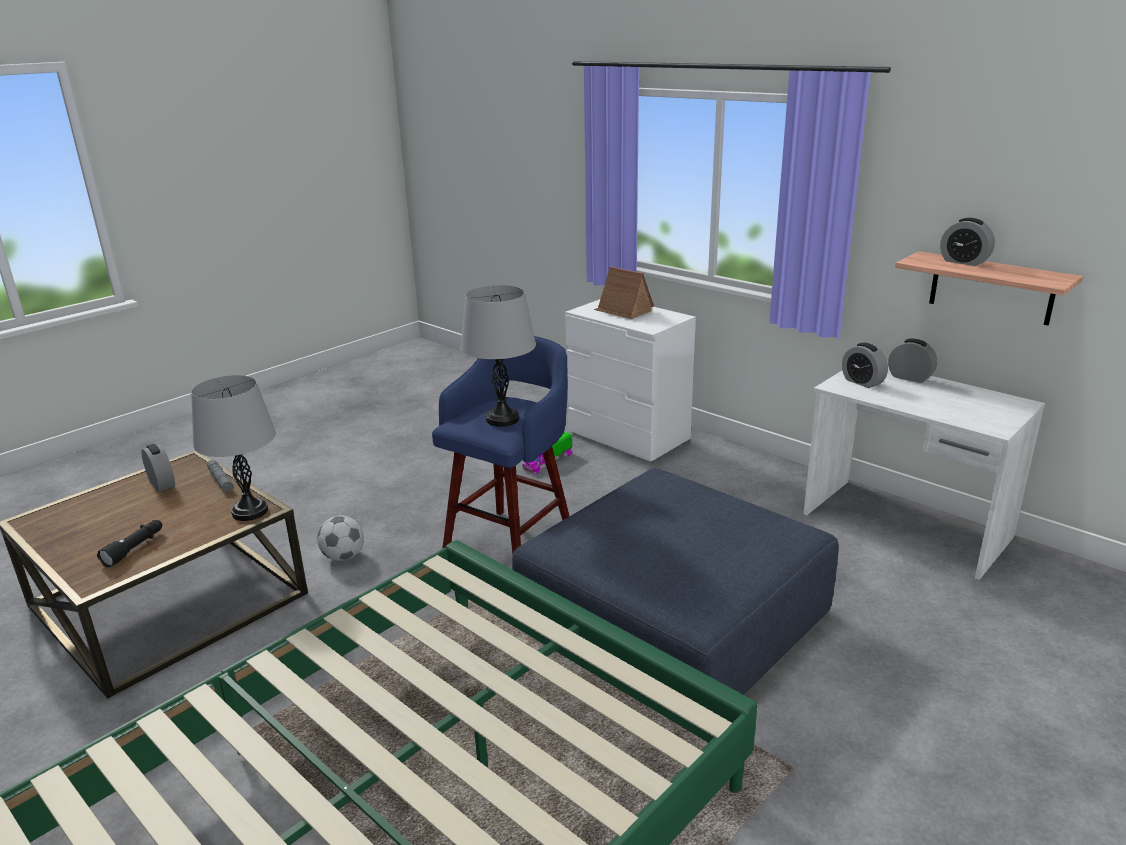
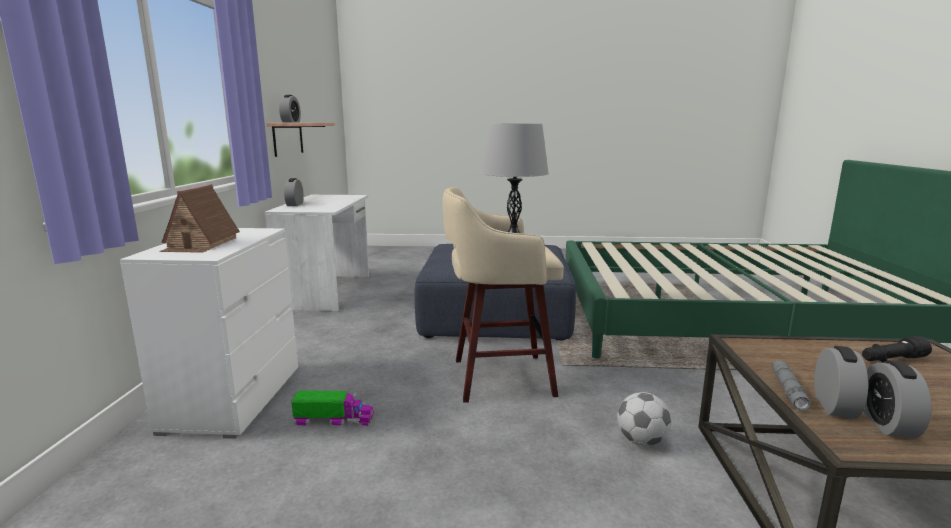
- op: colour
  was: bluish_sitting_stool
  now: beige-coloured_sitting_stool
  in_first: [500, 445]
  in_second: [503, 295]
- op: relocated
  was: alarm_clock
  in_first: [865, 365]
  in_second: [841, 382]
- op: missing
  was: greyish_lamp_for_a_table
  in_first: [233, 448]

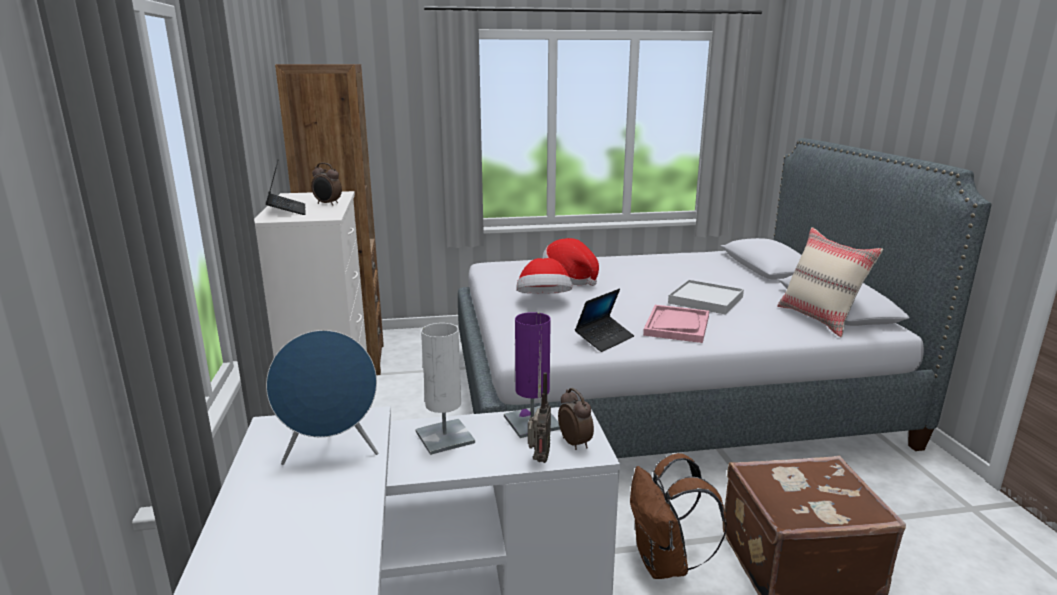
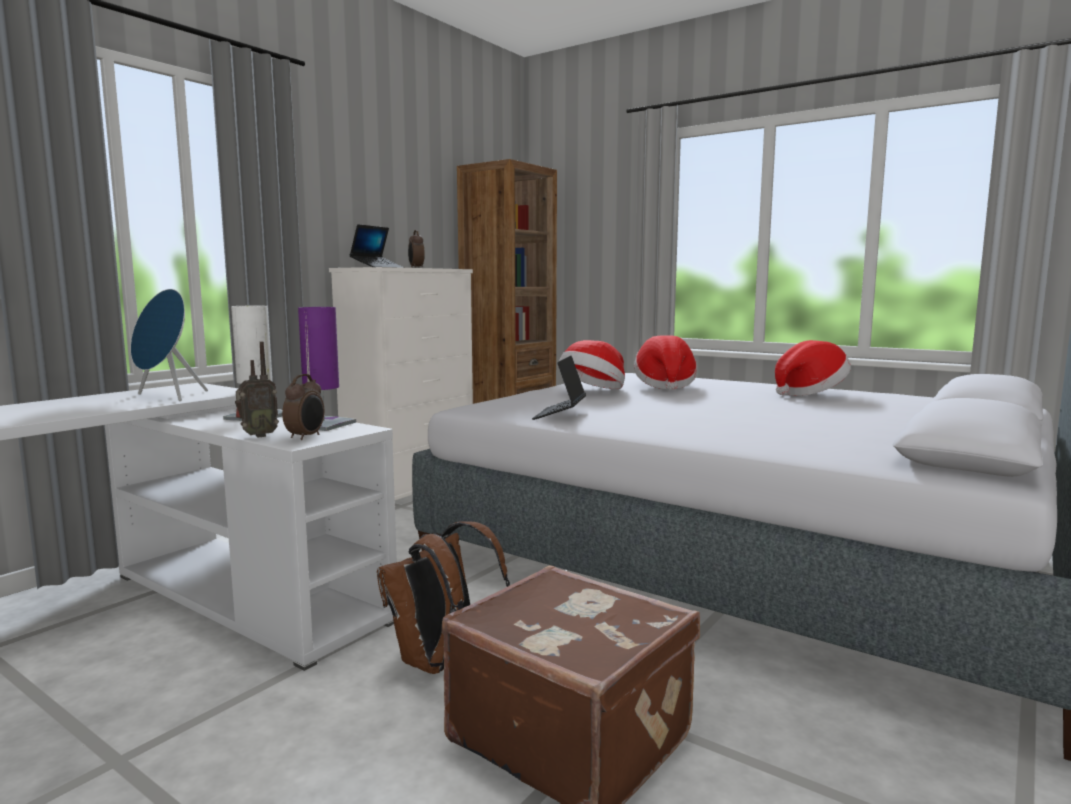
- op: spun
  was: laptop
  in_first: [604, 320]
  in_second: [559, 387]
  clockwise: 105
- op: appeared
  now: wearable_hat
  in_second: [813, 368]
- op: missing
  was: pink_serving_tray
  in_first: [676, 324]
- op: missing
  was: whitish_serving_tray
  in_first: [706, 297]
- op: missing
  was: beige-coloured_throw_pillow
  in_first: [830, 282]

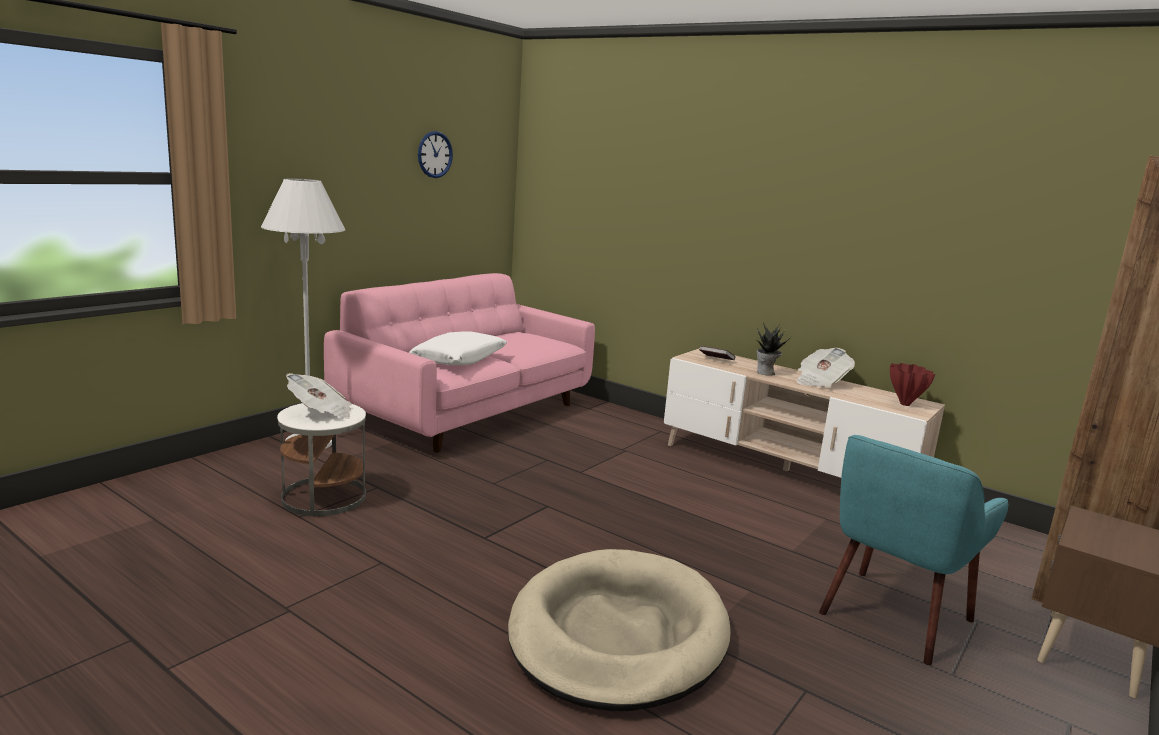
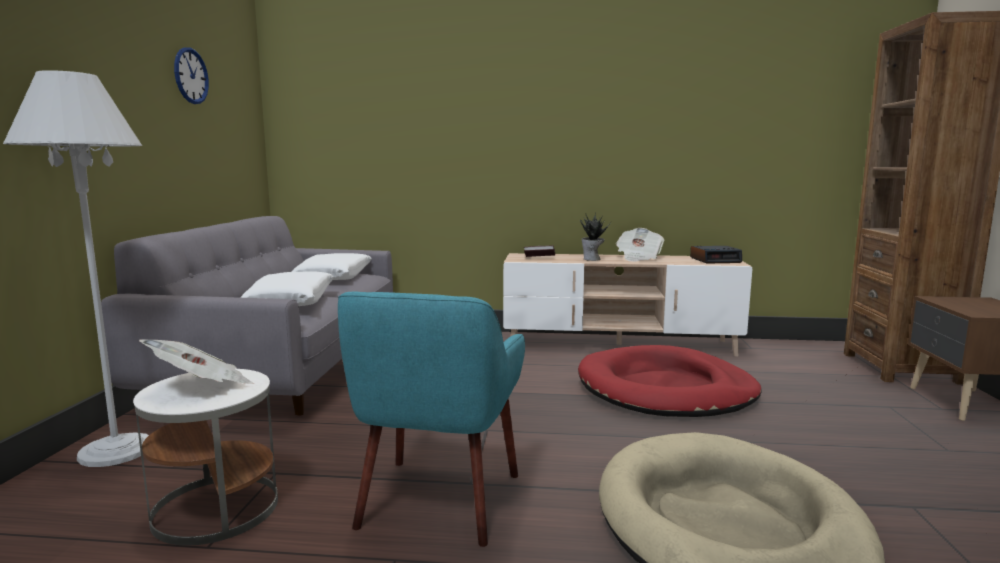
- op: colour
  was: pink_couch
  now: greyish_couch
  in_first: [459, 363]
  in_second: [247, 316]
- op: appeared
  now: whitish_throw_pillow
  in_second: [332, 266]
- op: relocated
  was: blue-green_armchair
  in_first: [913, 550]
  in_second: [431, 419]
- op: appeared
  now: red_pet_bed
  in_second: [670, 381]
- op: exchanged
  was: red_flower_vase
  now: alarm_clock
  in_first: [912, 384]
  in_second: [716, 255]

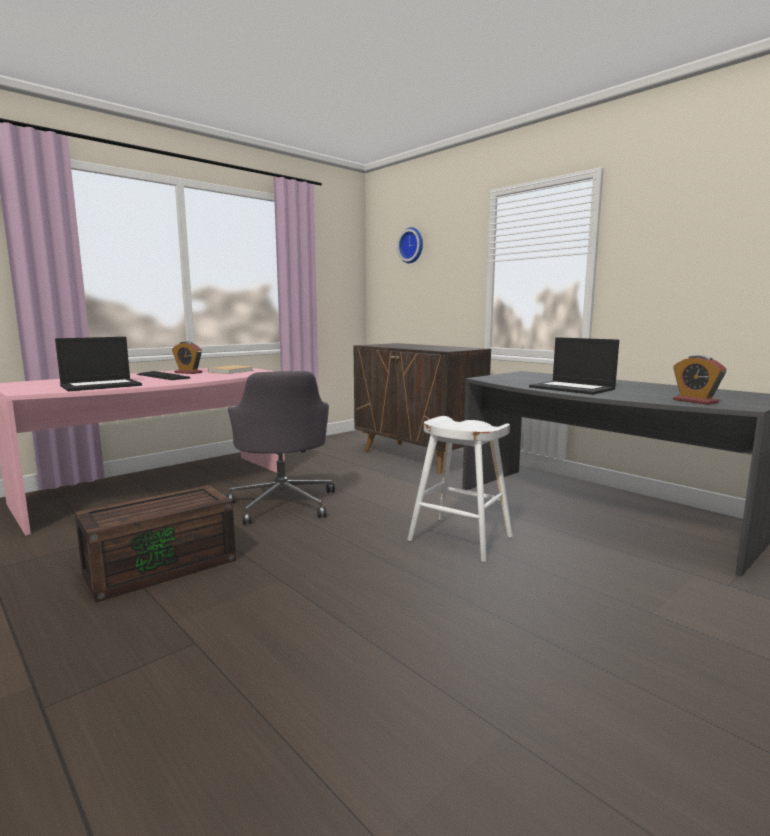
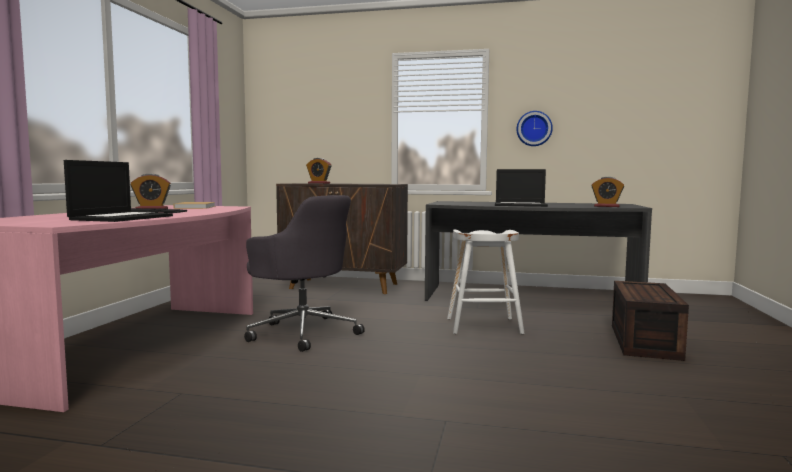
- op: appeared
  now: alarm_clock
  in_second: [318, 171]
- op: relocated
  was: hanging_clock
  in_first: [410, 245]
  in_second: [534, 128]
- op: relocated
  was: brownish_storage_container
  in_first: [155, 543]
  in_second: [650, 321]

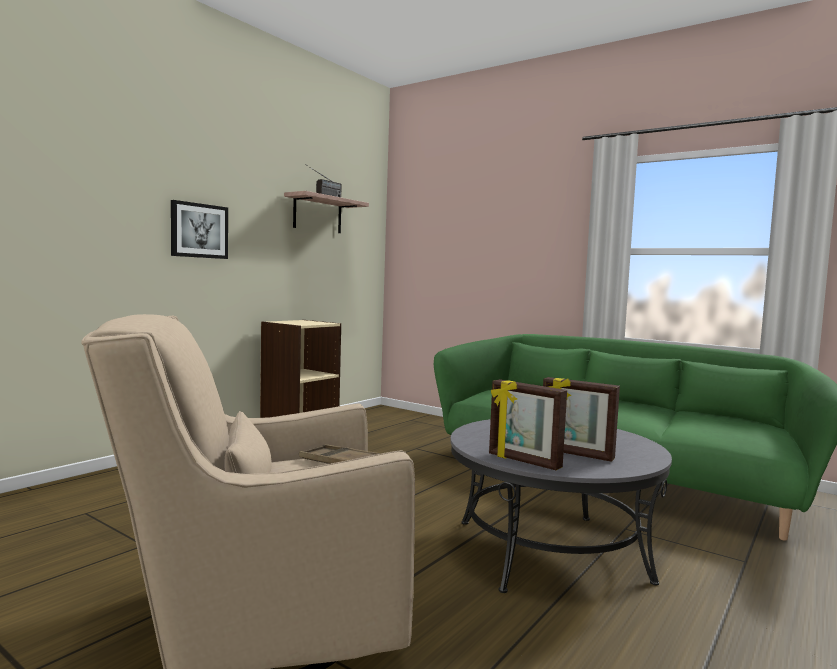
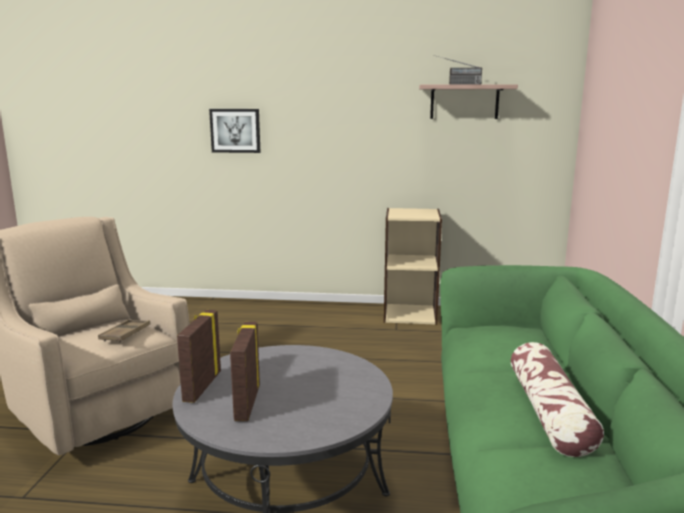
- op: relocated
  was: wall_picture
  in_first: [199, 229]
  in_second: [235, 131]
- op: appeared
  now: throw_pillow
  in_second: [557, 399]

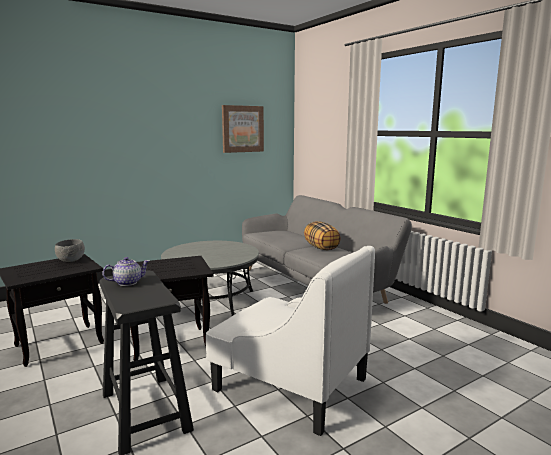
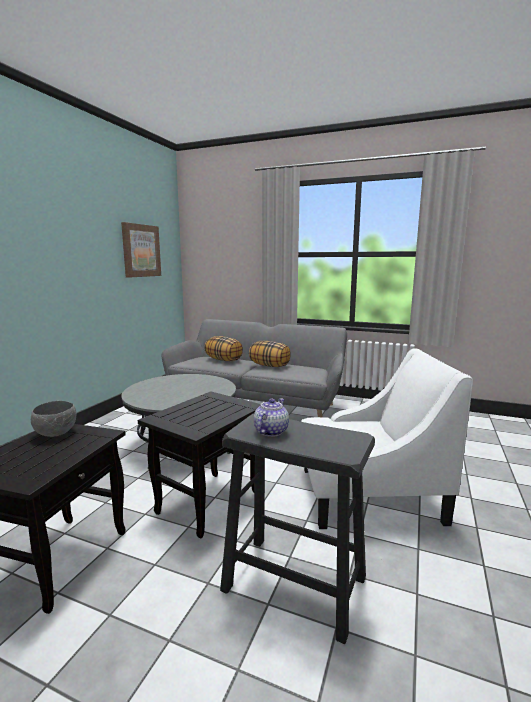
- op: appeared
  now: throw_pillow
  in_second: [223, 348]

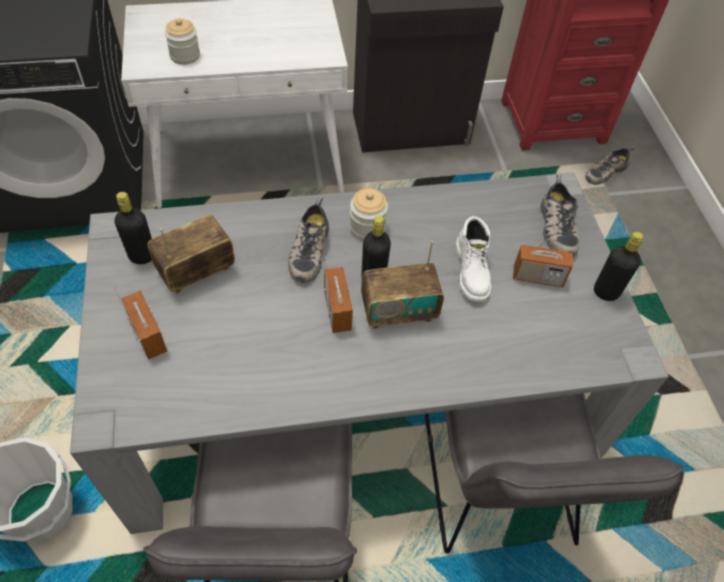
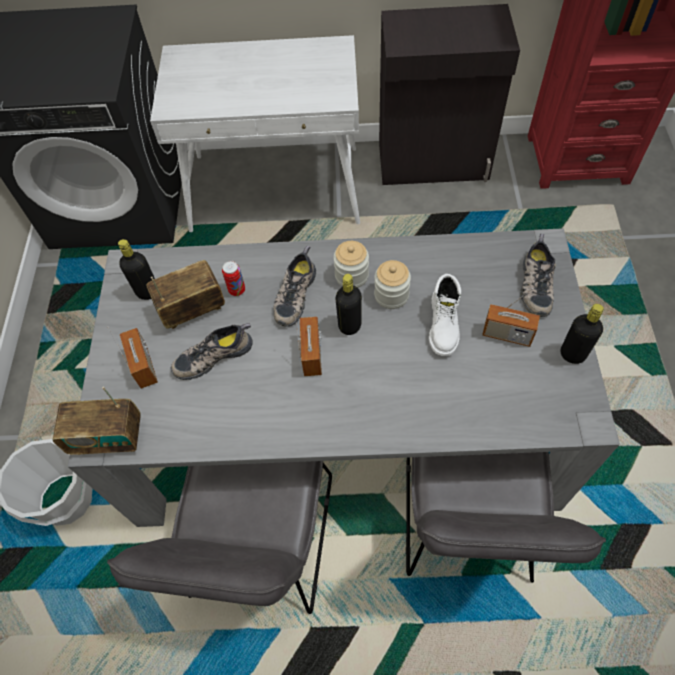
- op: relocated
  was: radio_set
  in_first: [402, 285]
  in_second: [97, 421]
- op: relocated
  was: item_of_footwear
  in_first: [609, 166]
  in_second: [211, 351]
- op: appeared
  now: metal_can
  in_second: [233, 278]
- op: relocated
  was: storage_jar
  in_first: [182, 41]
  in_second: [392, 284]

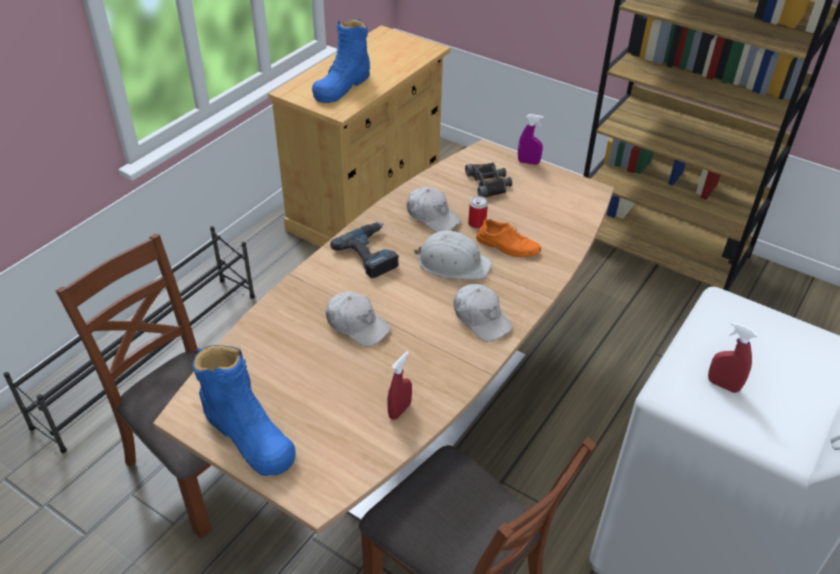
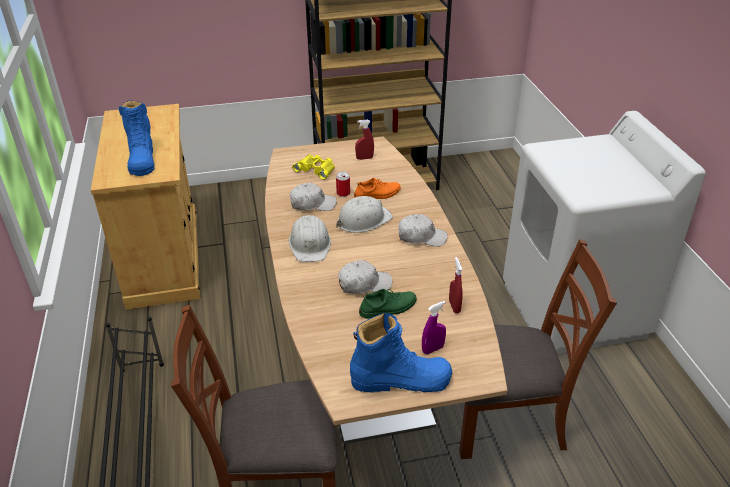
- op: exchanged
  was: power_drill
  now: whitish_hard_hat
  in_first: [364, 250]
  in_second: [310, 238]
- op: colour
  was: blackish_binoculars
  now: yellow-coloured_binoculars
  in_first: [488, 180]
  in_second: [313, 167]
- op: relocated
  was: red_sprayer
  in_first: [732, 357]
  in_second: [364, 140]
- op: appeared
  now: green-coloured_item_of_footwear
  in_second: [388, 304]
- op: relocated
  was: purple-coloured_sprayer
  in_first: [531, 139]
  in_second: [434, 327]

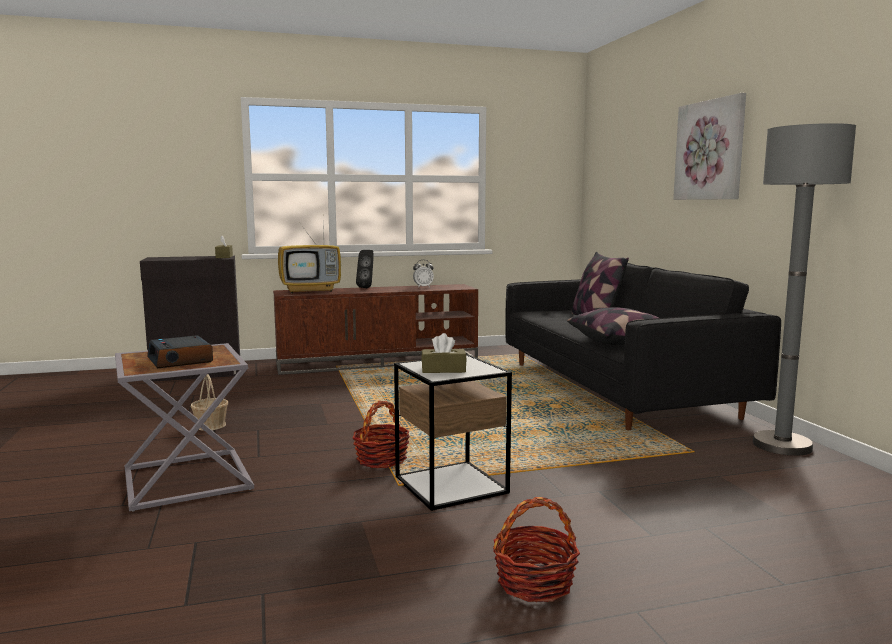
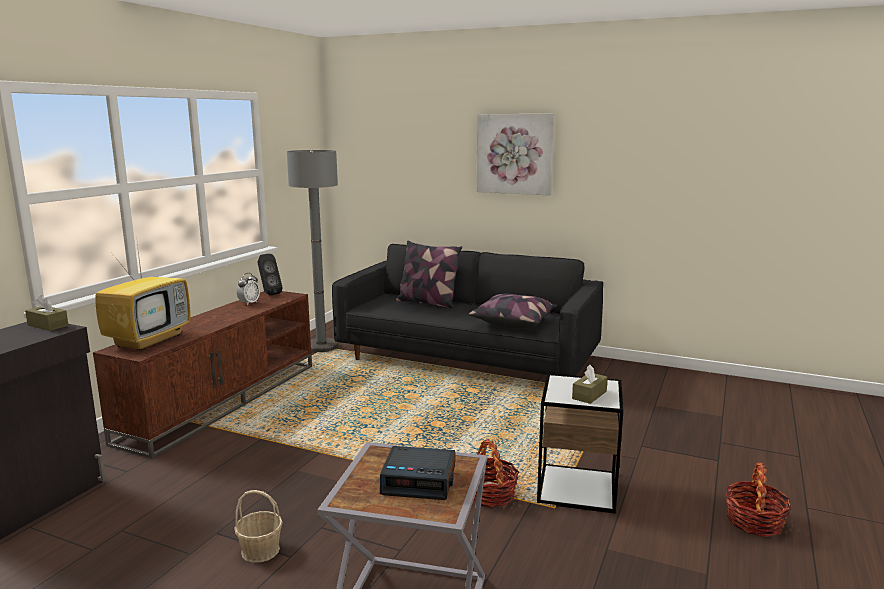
- op: relocated
  was: blackish_audio_speaker
  in_first: [365, 269]
  in_second: [270, 274]
- op: relocated
  was: greyish_standing_lamp
  in_first: [804, 289]
  in_second: [313, 251]

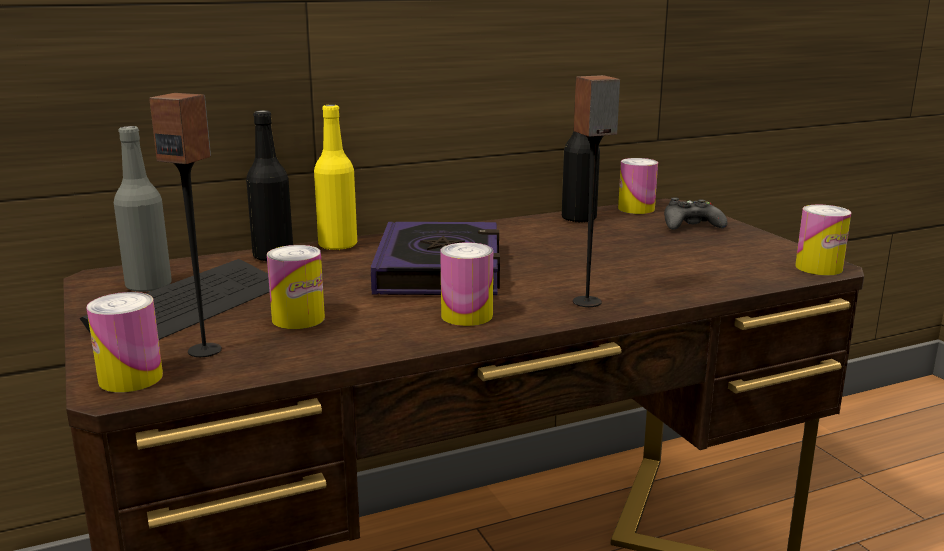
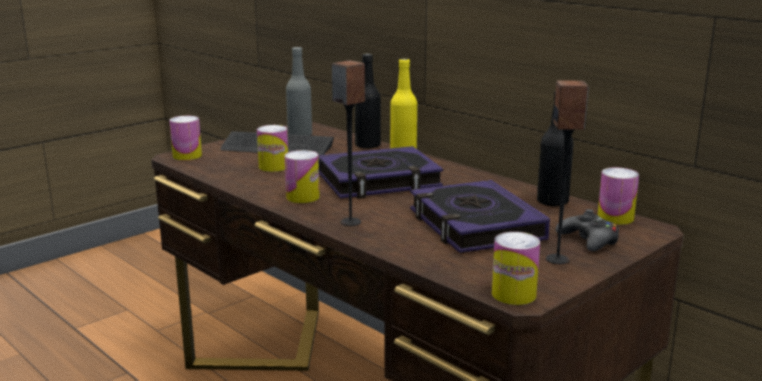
- op: appeared
  now: book
  in_second: [480, 216]
- op: relocated
  was: audio_speaker
  in_first: [185, 225]
  in_second: [567, 172]

